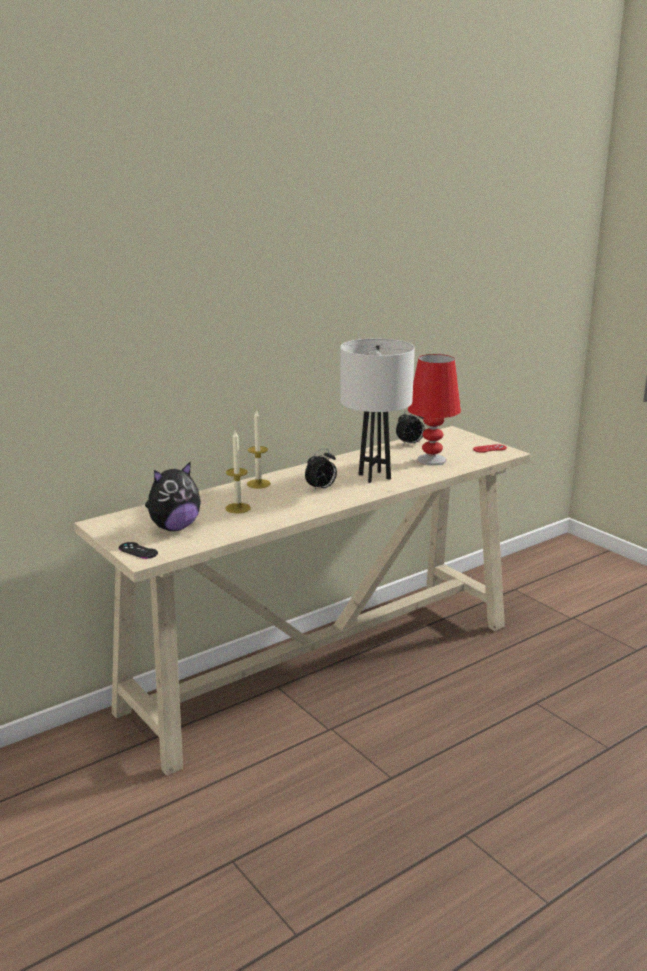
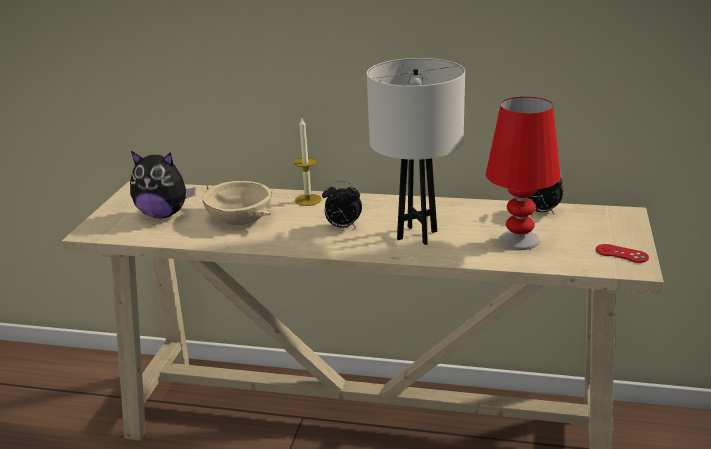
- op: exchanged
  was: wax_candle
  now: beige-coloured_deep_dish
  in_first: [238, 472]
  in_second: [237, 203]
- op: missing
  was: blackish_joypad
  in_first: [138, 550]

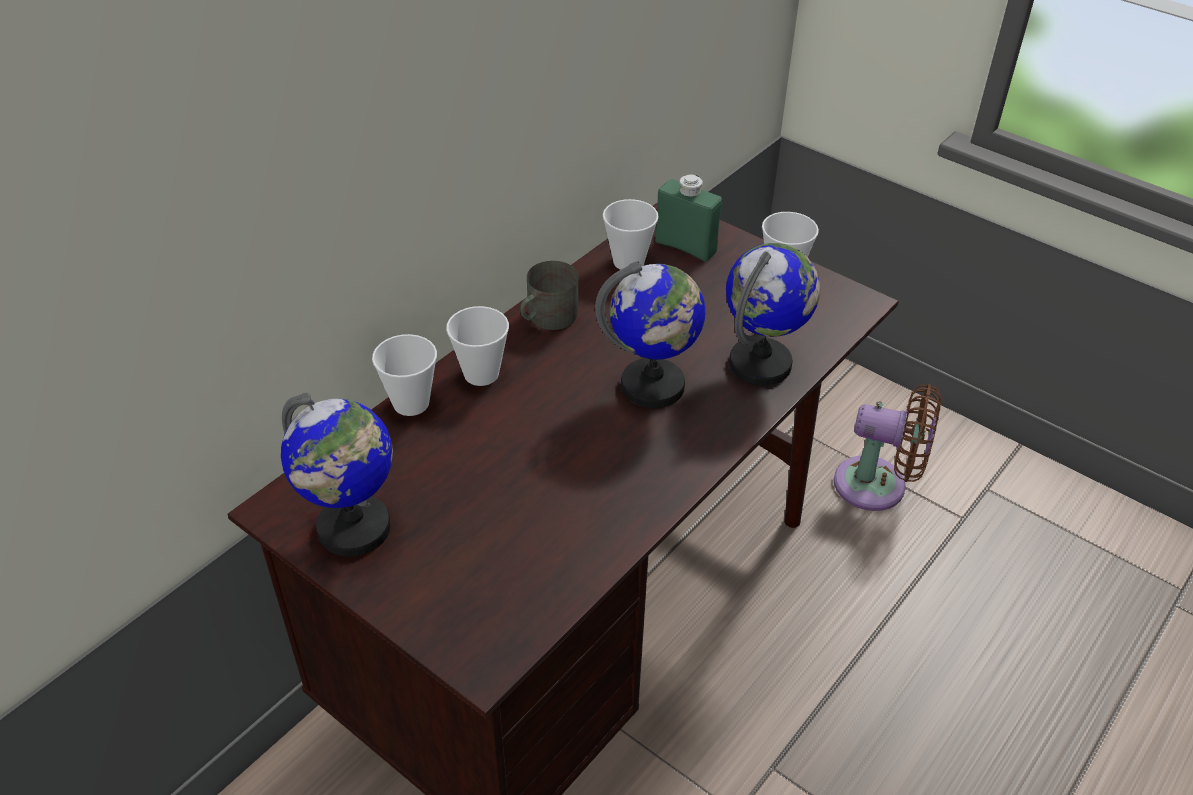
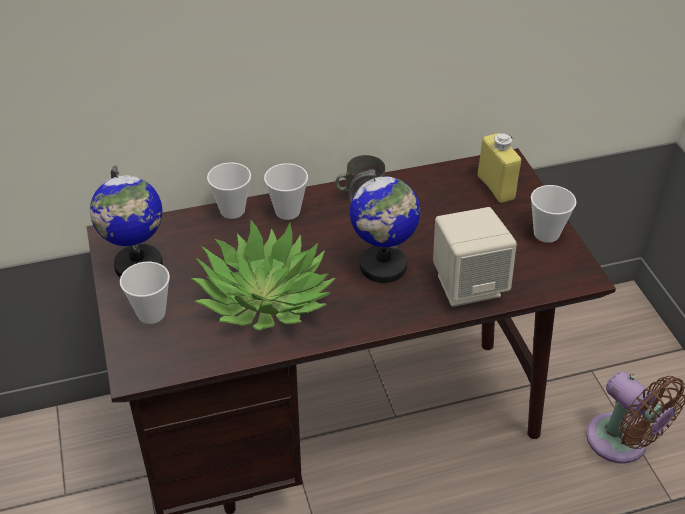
- op: relocated
  was: small_cup
  in_first: [631, 234]
  in_second: [145, 293]
- op: appeared
  now: plant_in_a_pot
  in_second: [263, 275]
- op: exchanged
  was: desk_globe
  now: beige-coloured_audio_speaker
  in_first: [773, 314]
  in_second: [475, 257]
- op: colour
  was: green-coloured_bottle
  now: yellow-coloured_bottle
  in_first: [688, 218]
  in_second: [499, 168]

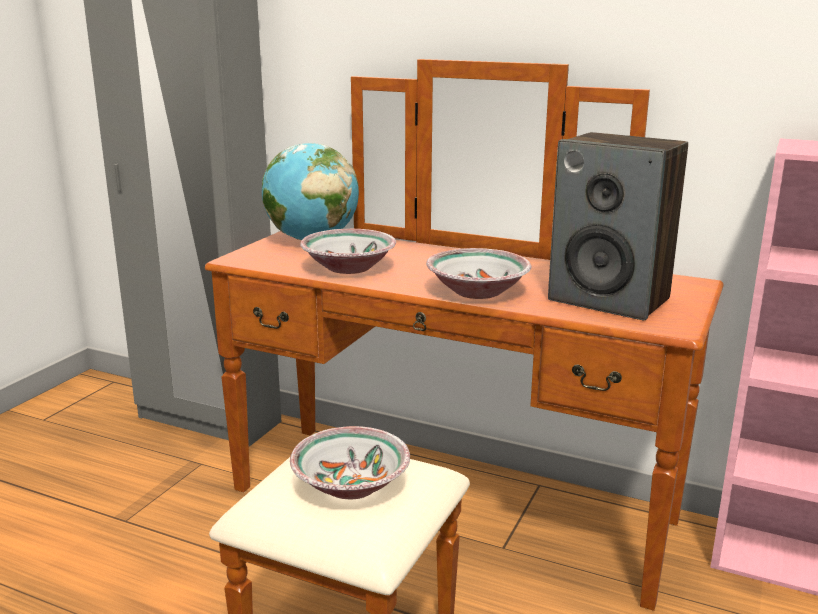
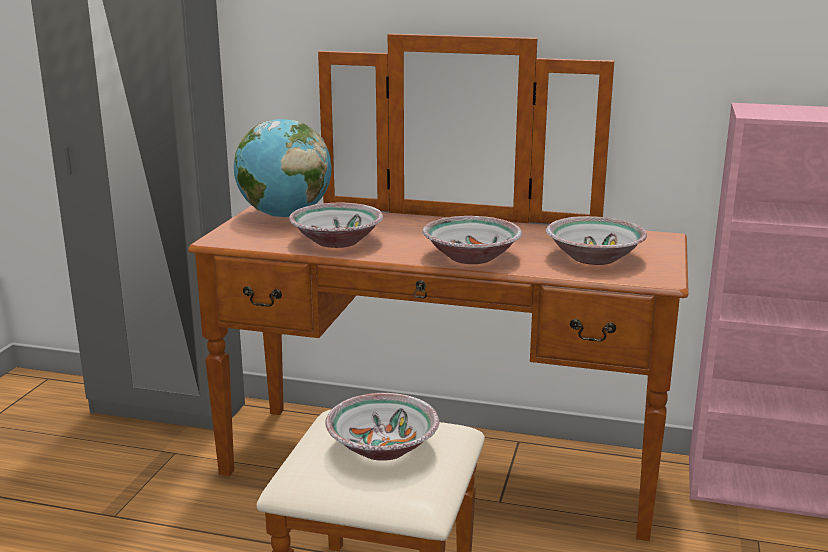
- op: exchanged
  was: audio_speaker
  now: deep_dish
  in_first: [618, 226]
  in_second: [596, 240]

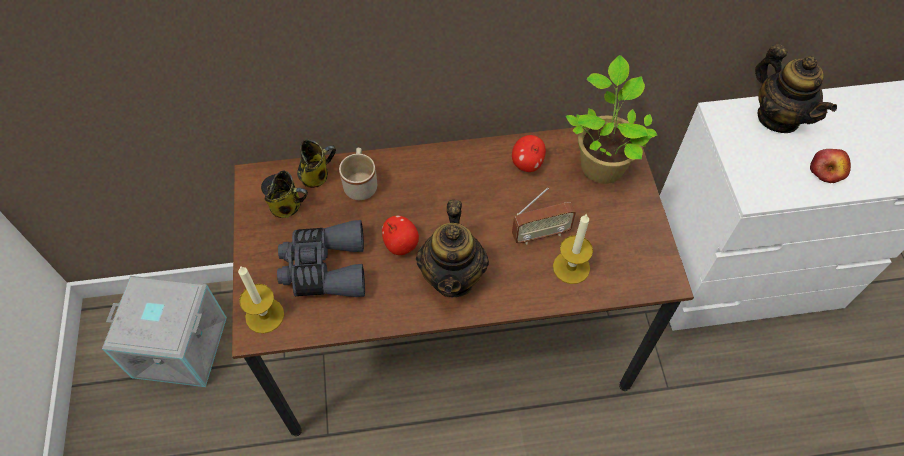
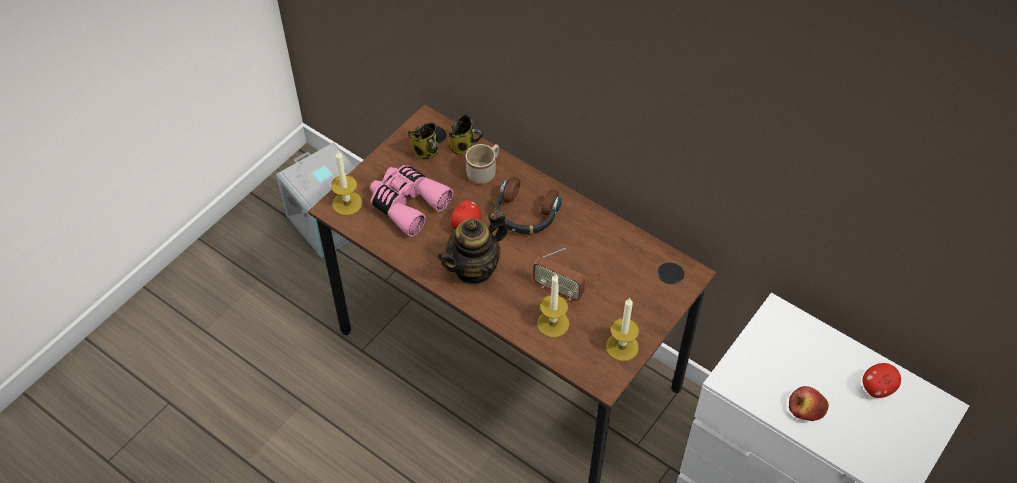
- op: colour
  was: greyish_binoculars
  now: pink_binoculars
  in_first: [321, 258]
  in_second: [412, 201]
- op: appeared
  now: headphones
  in_second: [528, 206]
- op: appeared
  now: wax_candle
  in_second: [622, 329]
- op: relocated
  was: apple_fruit
  in_first: [529, 153]
  in_second: [882, 380]
- op: missing
  was: plant_in_a_pot
  in_first: [611, 119]
- op: missing
  was: tea_pot
  in_first: [796, 88]

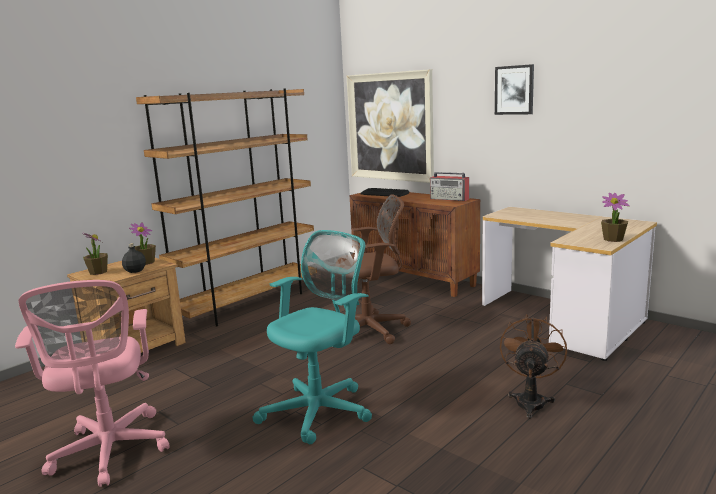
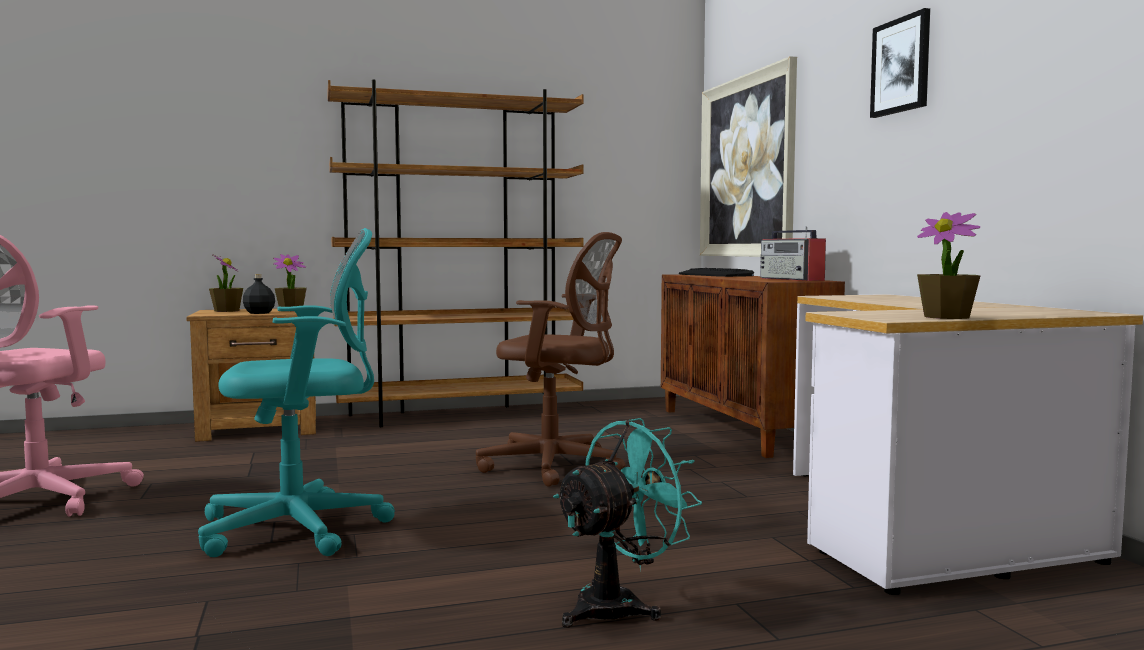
- op: colour
  was: brownish_electric_fan
  now: blue-green_electric_fan
  in_first: [533, 366]
  in_second: [627, 523]

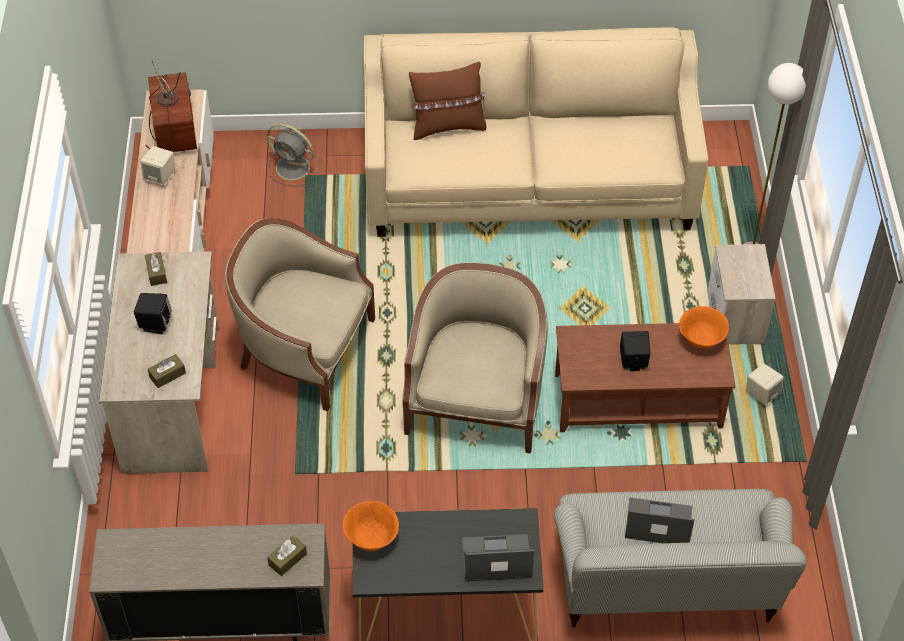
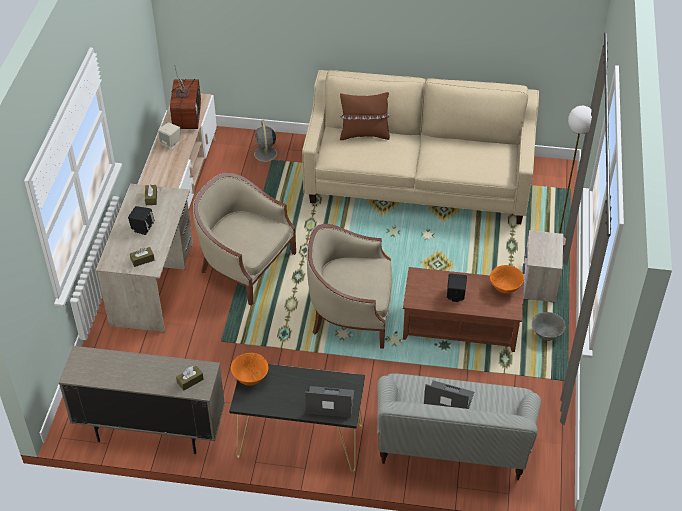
- op: spun
  was: greyish_electric_fan
  in_first: [293, 155]
  in_second: [266, 143]
  clockwise: 45
- op: spun
  was: beige-coloured_armchair
  in_first: [475, 357]
  in_second: [349, 286]
  clockwise: -105
- op: exchanged
  was: beige-coloured_audio_speaker
  now: greyish_deep_dish
  in_first: [765, 384]
  in_second: [549, 326]

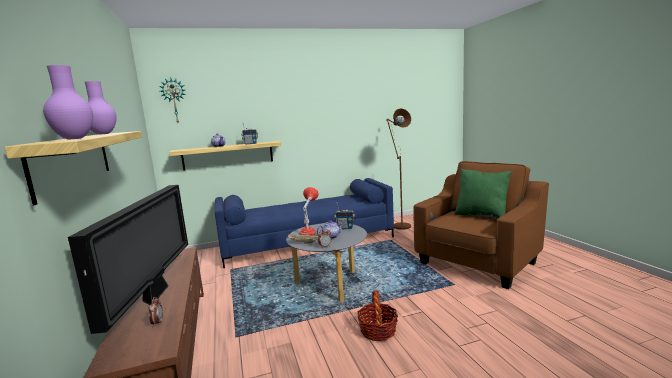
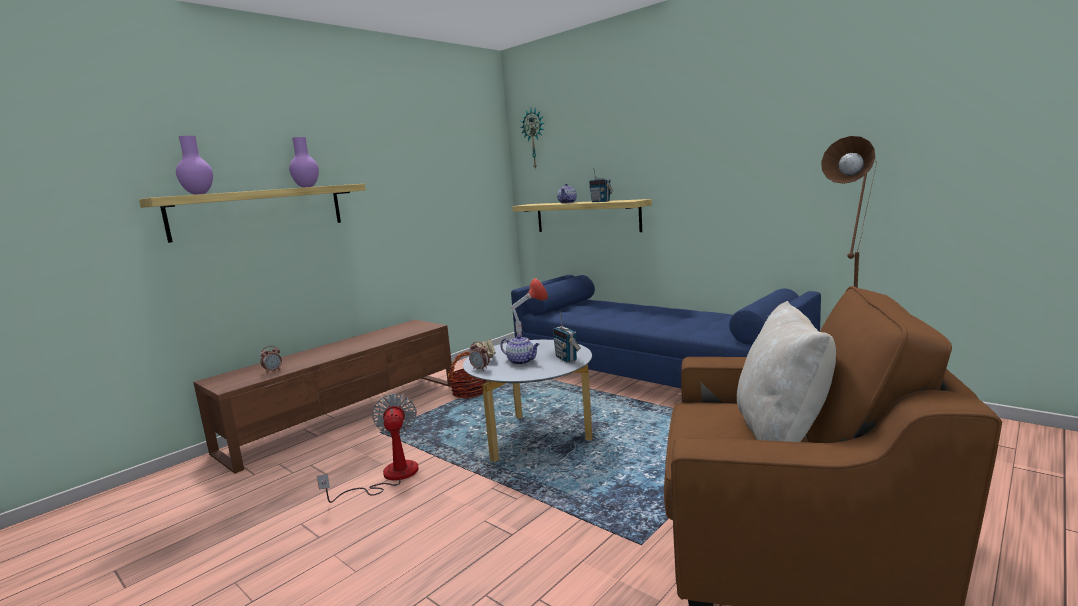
- op: appeared
  now: electric_fan
  in_second: [368, 448]
- op: relocated
  was: storage_basket
  in_first: [377, 315]
  in_second: [467, 374]
- op: colour
  was: green-coloured_throw_pillow
  now: beige-coloured_throw_pillow
  in_first: [482, 193]
  in_second: [786, 371]
- op: missing
  was: TV
  in_first: [128, 259]

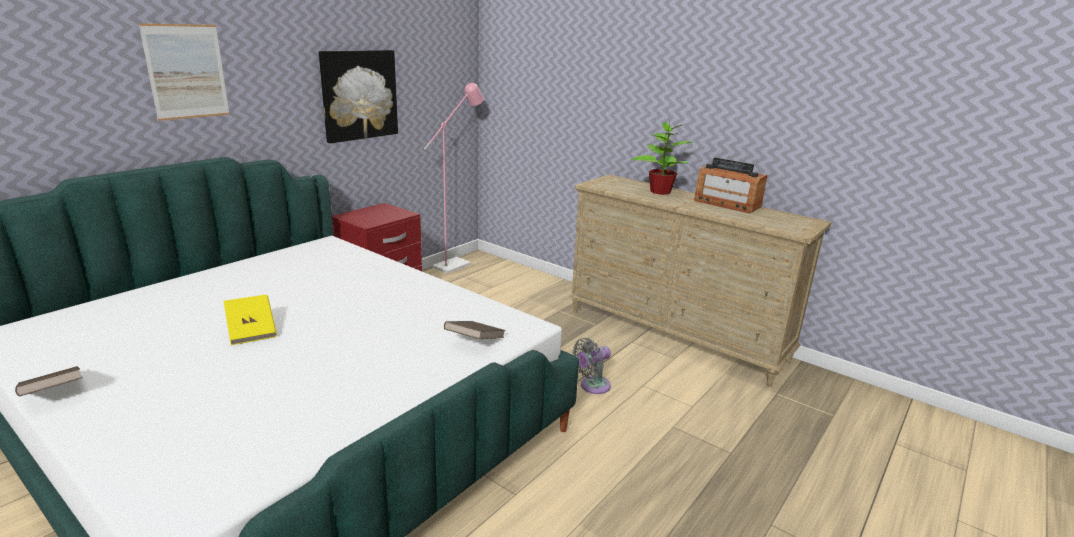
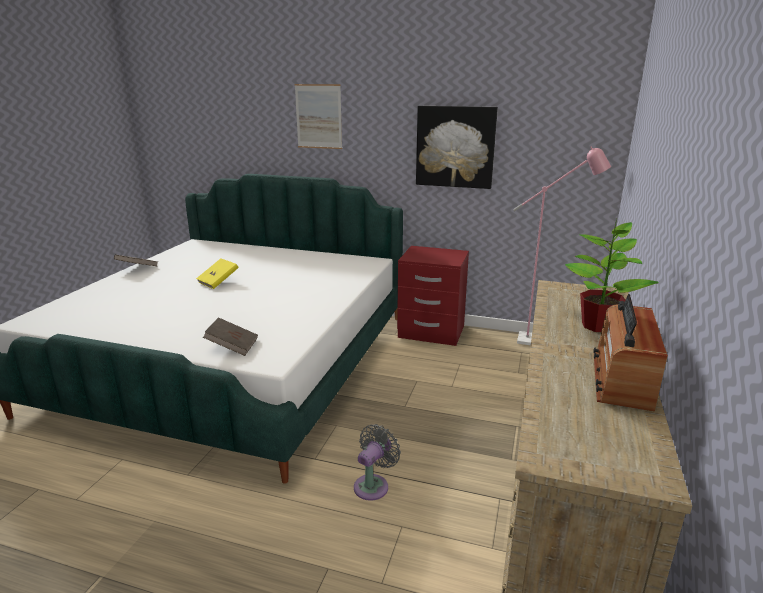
- op: spun
  was: greyish_electric_fan
  in_first: [592, 366]
  in_second: [377, 462]
  clockwise: 90

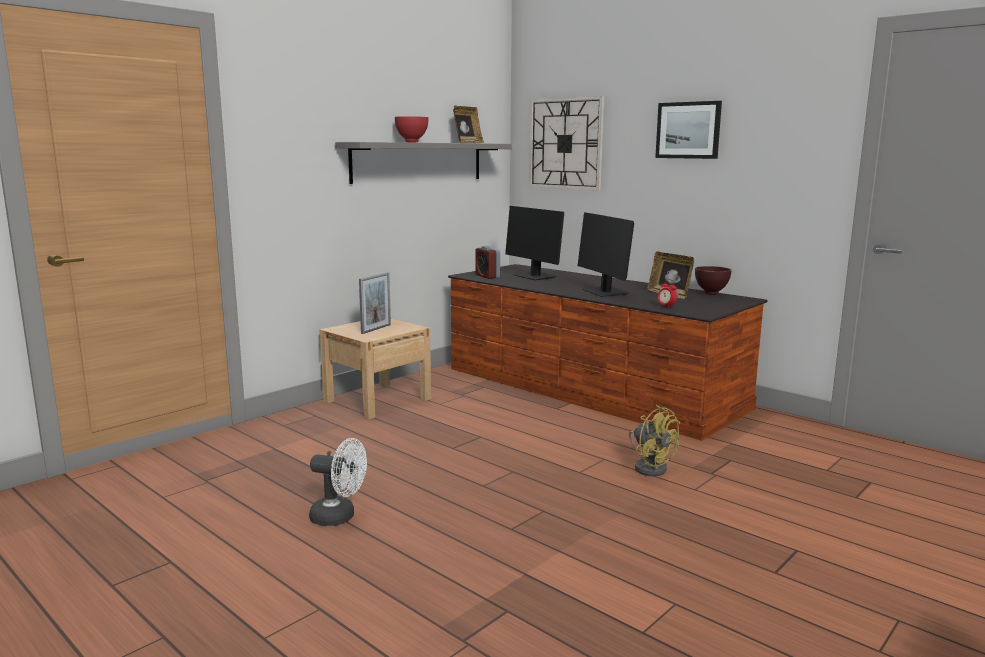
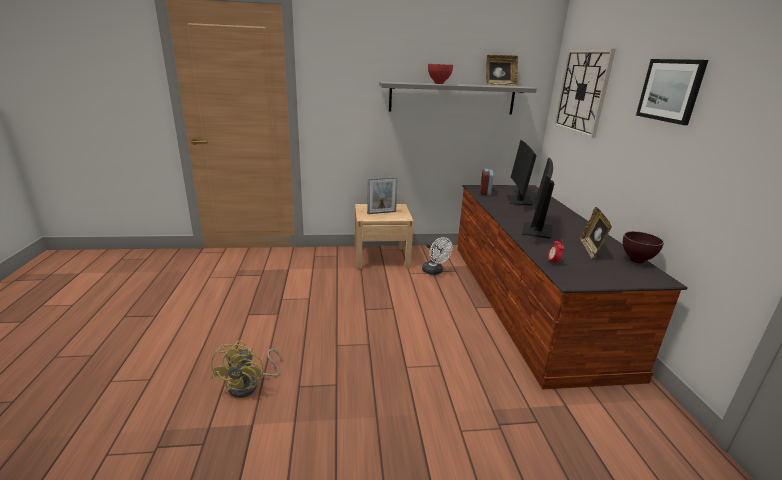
- op: relocated
  was: yellow-coloured_electric_fan
  in_first: [654, 440]
  in_second: [246, 369]
- op: relocated
  was: whitish_electric_fan
  in_first: [338, 482]
  in_second: [437, 256]

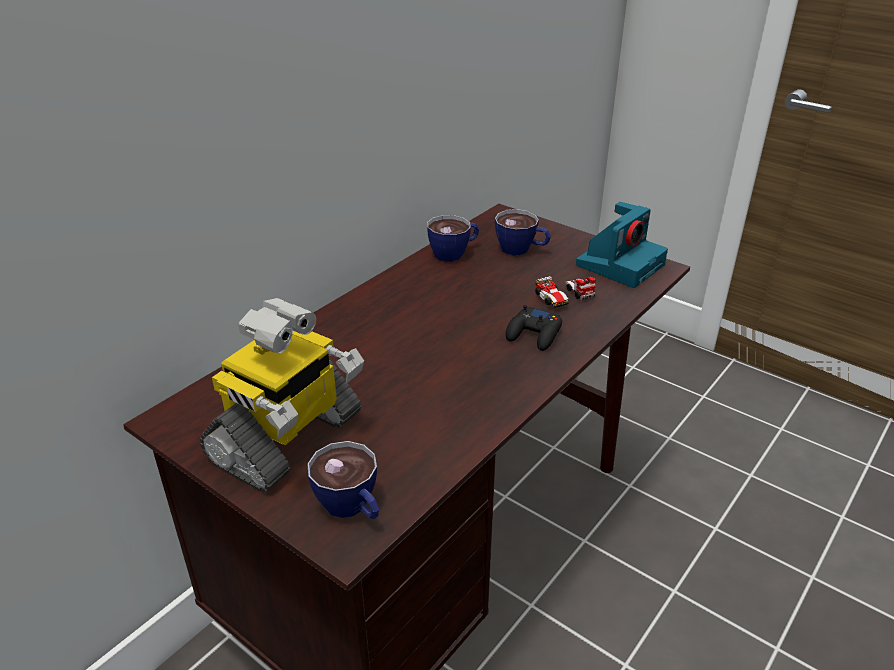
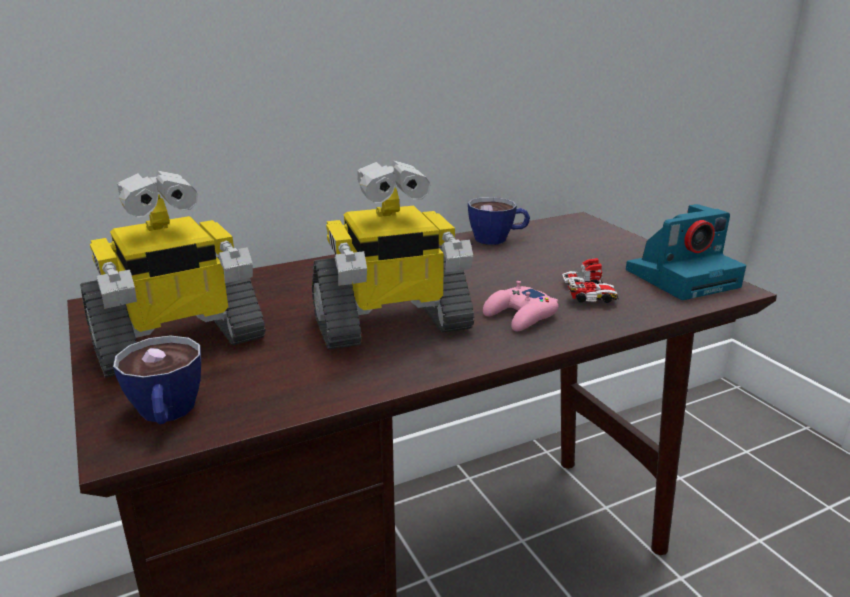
- op: appeared
  now: toy_robot
  in_second: [393, 255]
- op: colour
  was: blackish_joypad
  now: pink_joypad
  in_first: [534, 328]
  in_second: [520, 306]
- op: spun
  was: toy_car
  in_first: [565, 292]
  in_second: [590, 280]
  clockwise: -90
- op: missing
  was: small_cup
  in_first: [523, 232]

